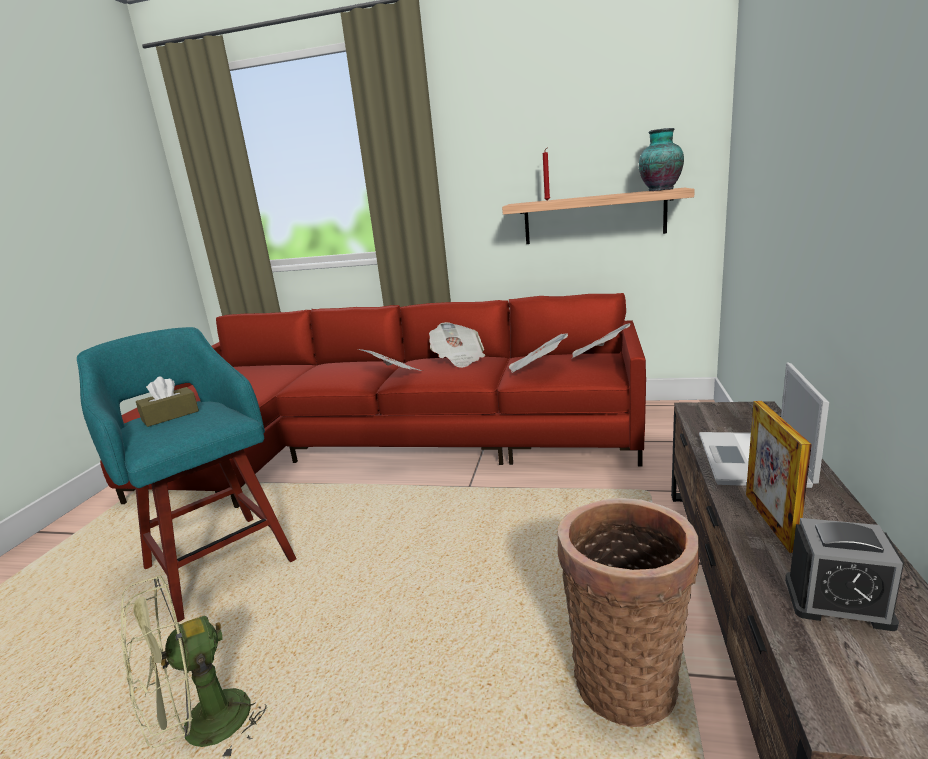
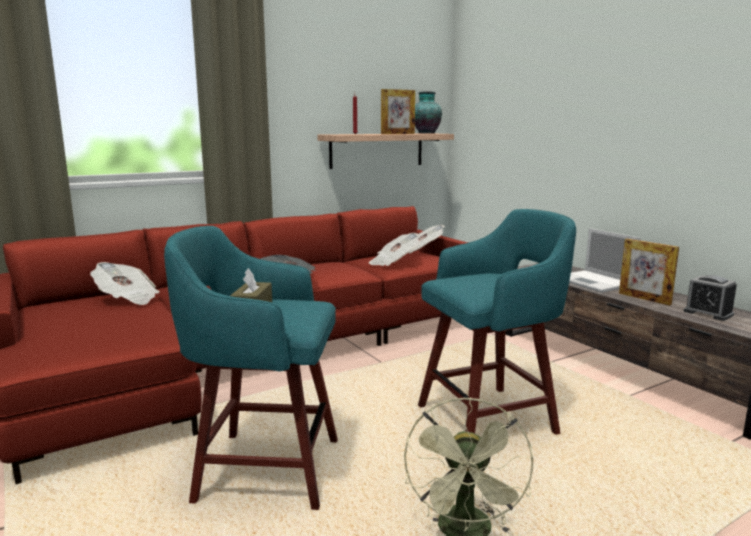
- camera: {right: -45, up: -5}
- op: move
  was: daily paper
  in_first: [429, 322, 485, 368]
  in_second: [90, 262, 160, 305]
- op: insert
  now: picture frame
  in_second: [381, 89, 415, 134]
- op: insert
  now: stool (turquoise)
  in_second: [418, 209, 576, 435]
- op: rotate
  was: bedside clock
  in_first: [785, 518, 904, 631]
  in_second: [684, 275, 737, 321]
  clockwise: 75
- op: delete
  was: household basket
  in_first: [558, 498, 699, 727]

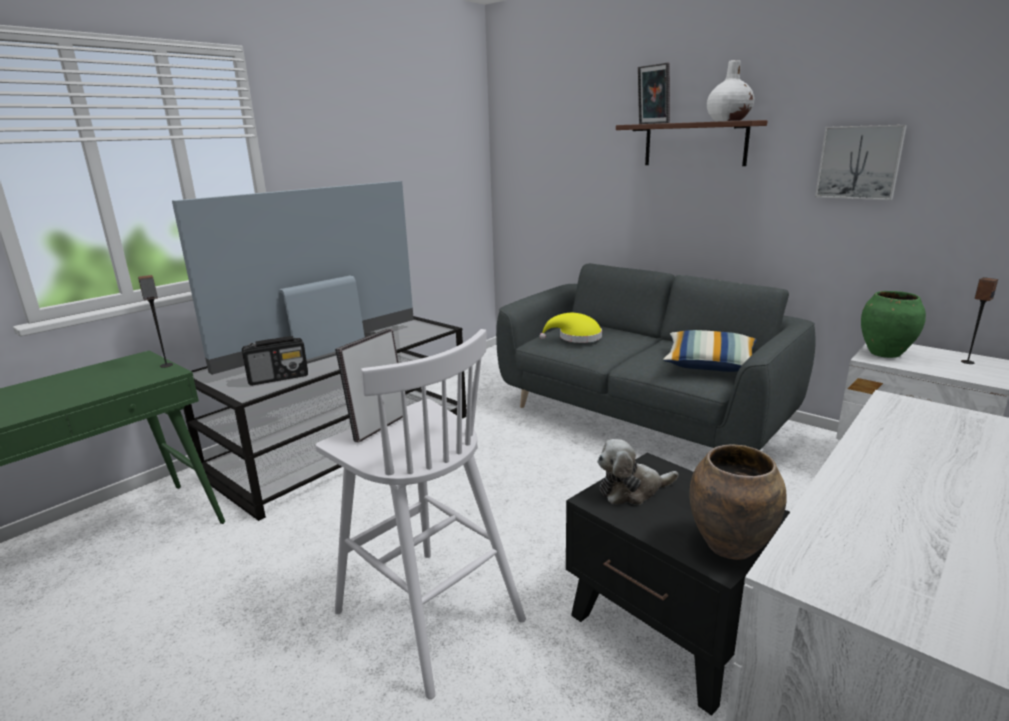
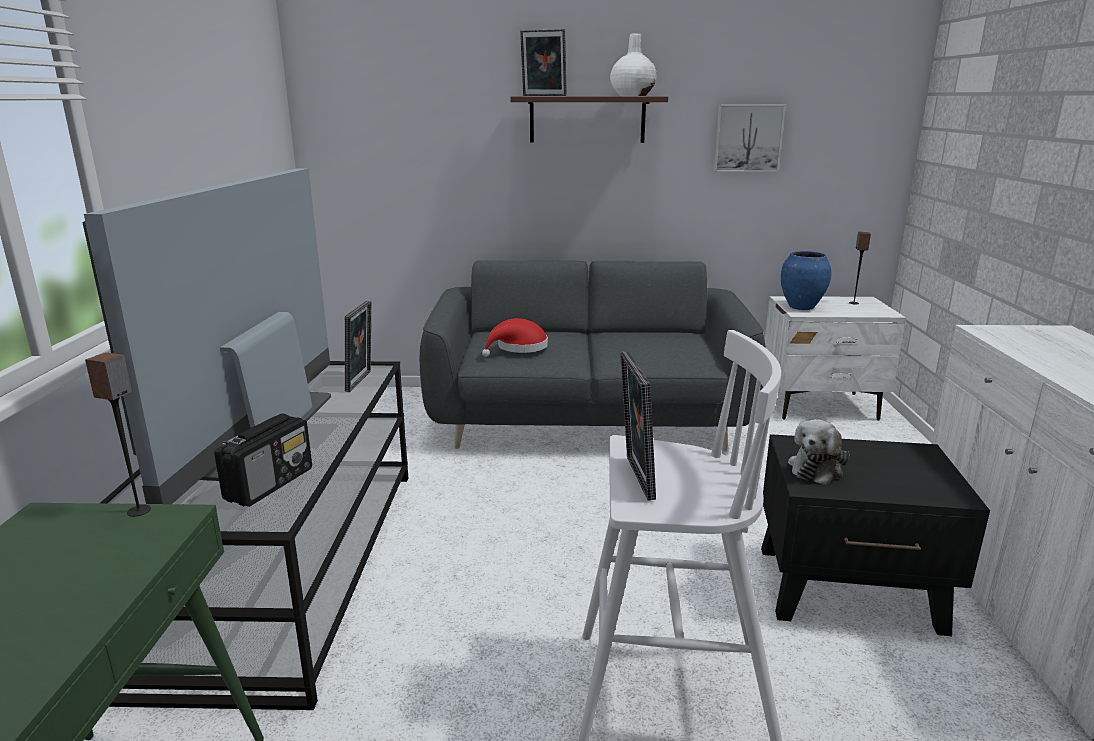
- camera: {right: -40, up: 0}
- op: insert
  now: picture frame
  in_second: [345, 301, 372, 392]
- op: recolor
  was: hat (yellow)
  now: hat (red-coloured)
  in_first: [540, 313, 602, 343]
  in_second: [482, 318, 548, 357]
- op: recolor
  was: decorative vase (green-coloured)
  now: decorative vase (blue-coloured)
  in_first: [861, 291, 926, 358]
  in_second: [781, 251, 831, 310]
- op: delete
  was: pillow
  in_first: [663, 330, 757, 372]
- op: delete
  was: decorative vase (brownish)
  in_first: [689, 445, 787, 560]

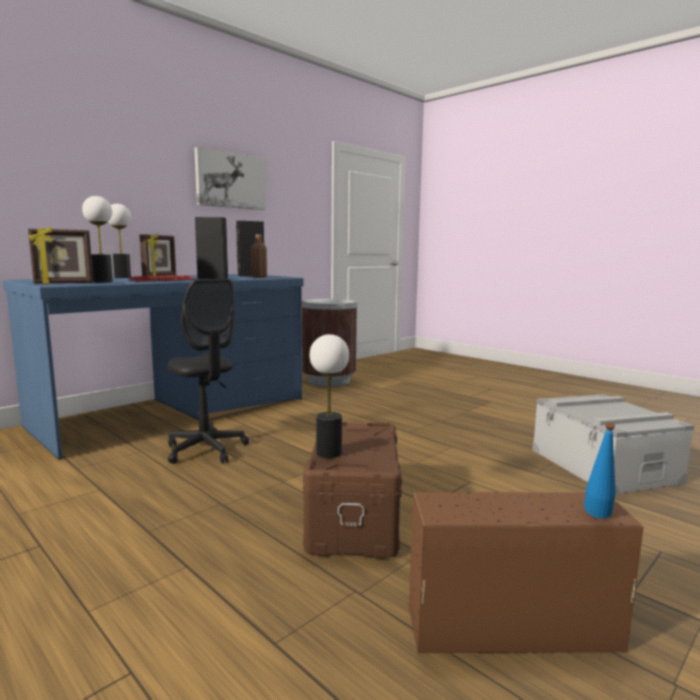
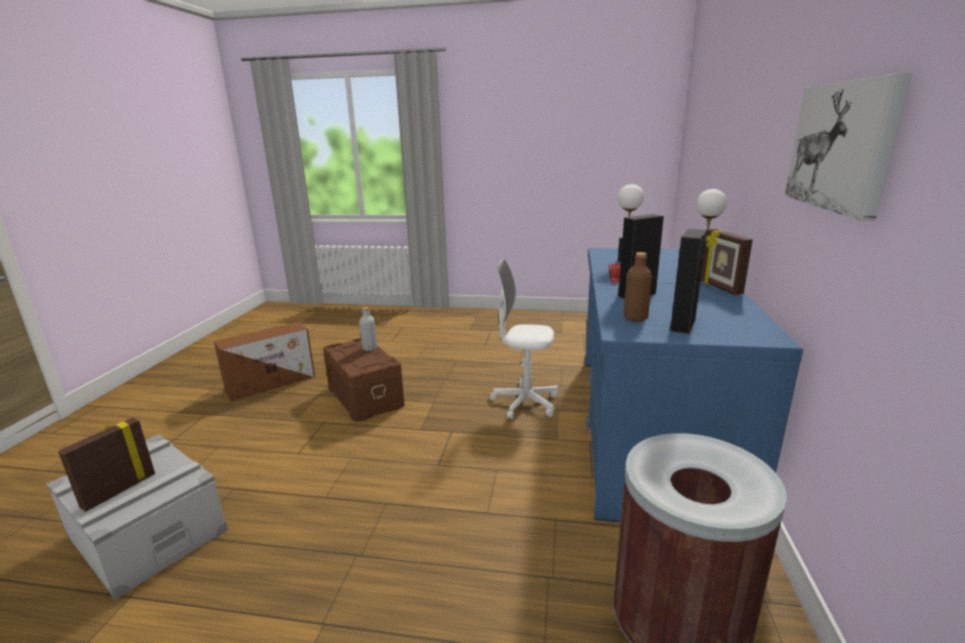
- camera: {right: 145, up: 10}
- op: move
  was: picture frame
  in_first: [28, 227, 93, 284]
  in_second: [58, 418, 155, 512]
- op: replace
  was: lamp for a table
  now: drink bottle (greyish)
  in_first: [310, 334, 349, 458]
  in_second: [359, 307, 378, 351]
- op: recolor
  was: office chair (blackish)
  now: office chair (white)
  in_first: [168, 279, 249, 464]
  in_second: [490, 259, 558, 419]
- op: delete
  was: drink bottle (blue-coloured)
  in_first: [584, 422, 616, 518]

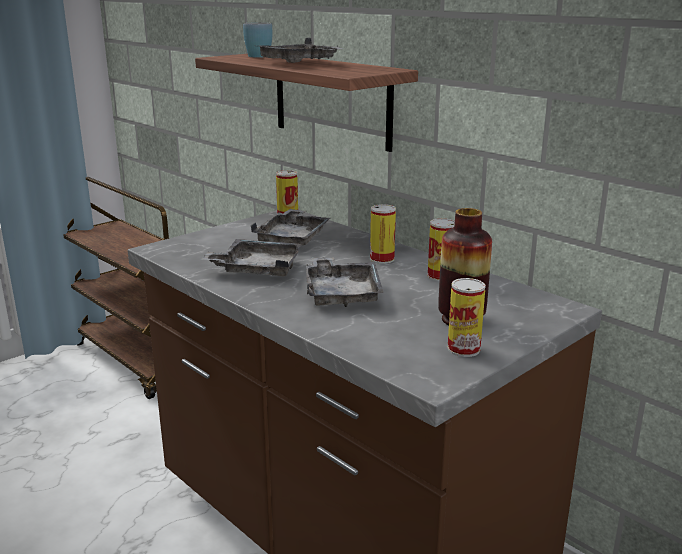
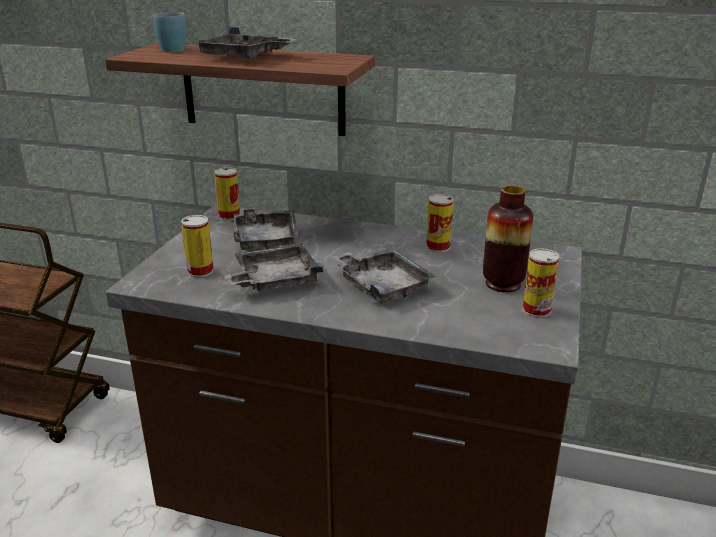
- camera: {right: -30, up: 5}
- op: move
  was: can
  in_first: [370, 204, 396, 264]
  in_second: [181, 215, 214, 277]

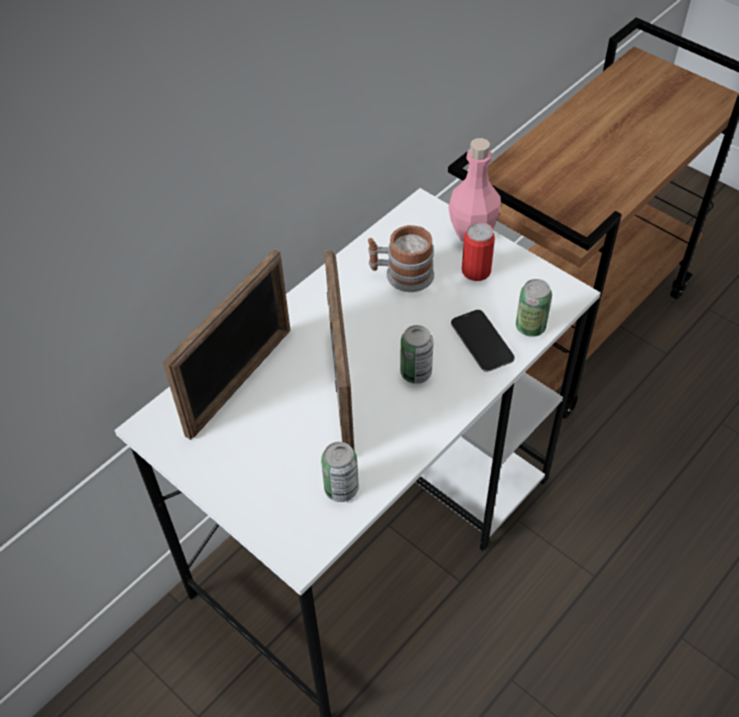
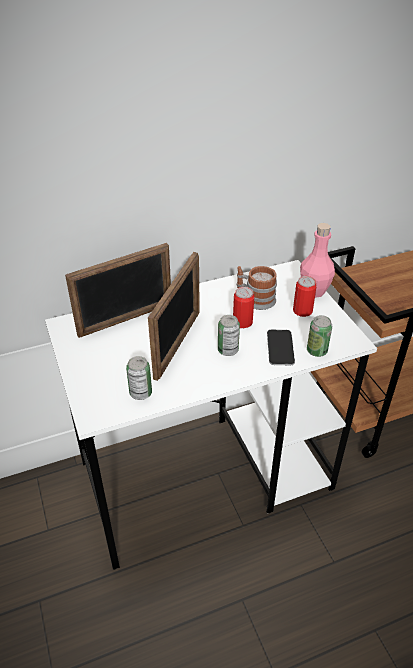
- camera: {right: 25, up: -10}
- op: insert
  now: can
  in_second: [233, 287, 254, 328]

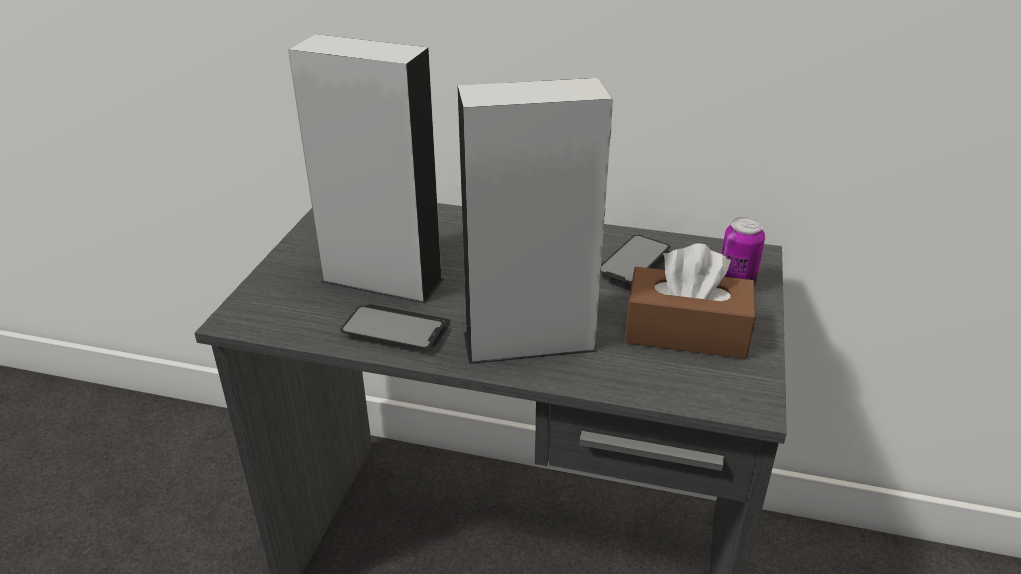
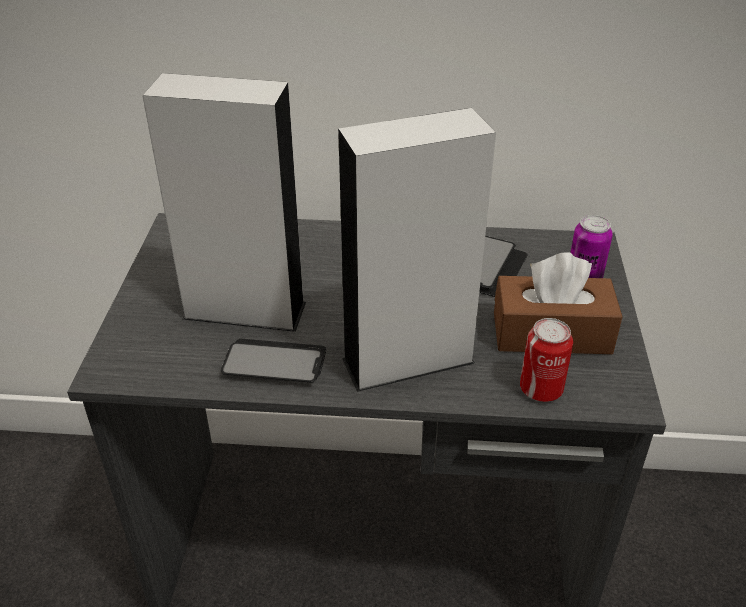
- camera: {right: -10, up: 5}
- op: insert
  now: can
  in_second: [520, 318, 573, 402]

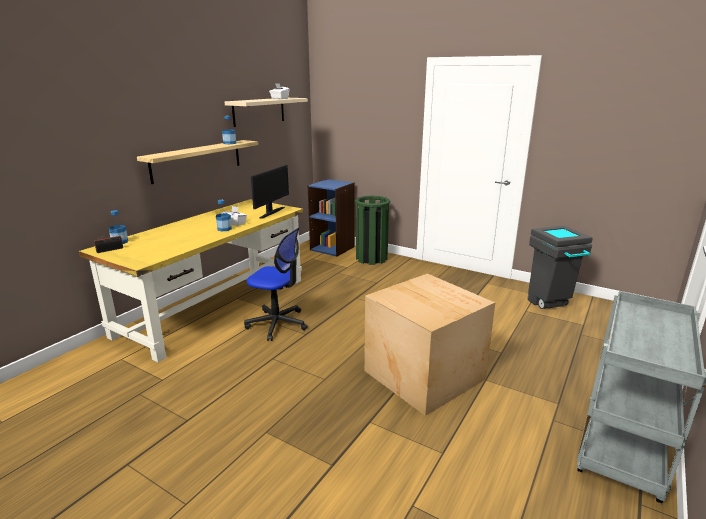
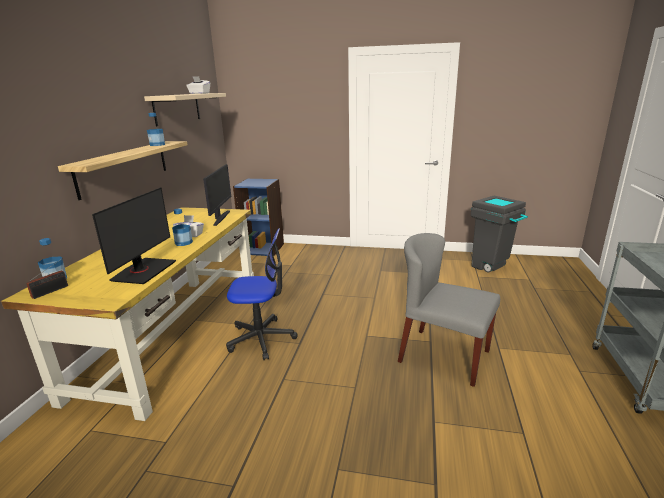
- camera: {right: -20, up: 0}
- op: insert
  now: computer display
  in_second: [92, 187, 176, 284]
- op: replace
  was: carton
  now: chair (greyish)
  in_first: [364, 273, 495, 416]
  in_second: [398, 233, 500, 387]
- op: delete
  was: waste bin (green-coloured)
  in_first: [355, 196, 390, 265]

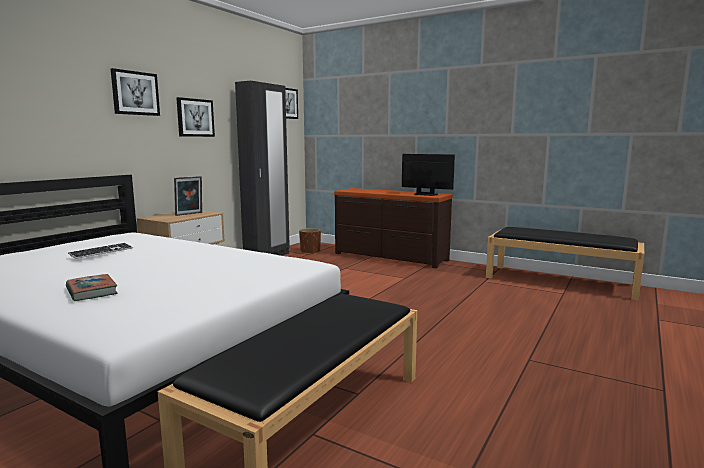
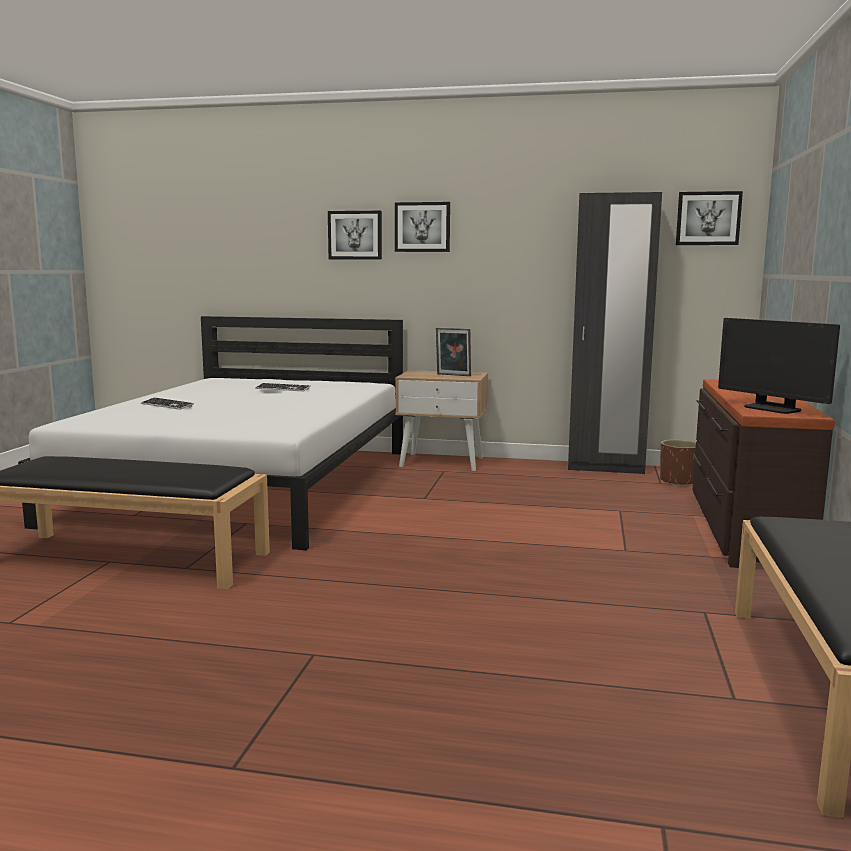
- camera: {right: 70, up: 0}
- op: replace
  was: volume
  now: PC keyboard
  in_first: [66, 274, 118, 301]
  in_second: [141, 397, 194, 410]
- op: move
  was: picture
  in_first: [176, 97, 215, 137]
  in_second: [328, 211, 382, 260]
- op: rotate
  was: computer display
  in_first: [402, 154, 455, 196]
  in_second: [718, 318, 840, 414]
  clockwise: 135

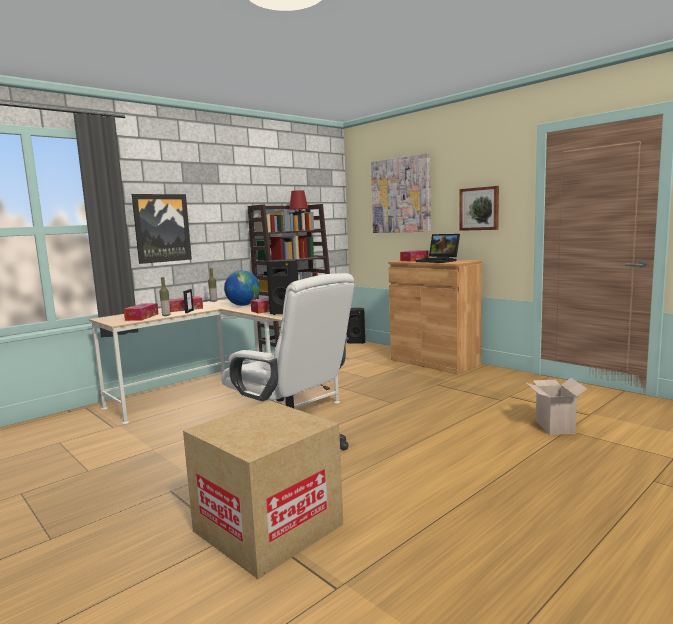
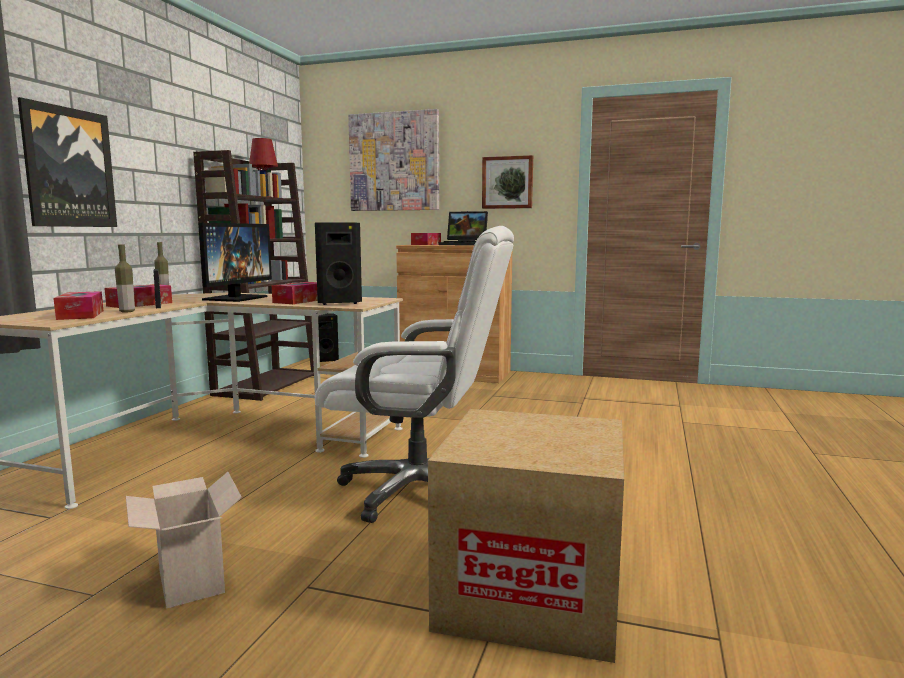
- camera: {right: -30, up: 0}
- op: move
  was: carton
  in_first: [525, 378, 587, 435]
  in_second: [126, 472, 242, 609]
- op: replace
  was: world globe
  now: computer display
  in_first: [224, 270, 260, 306]
  in_second: [198, 223, 272, 302]

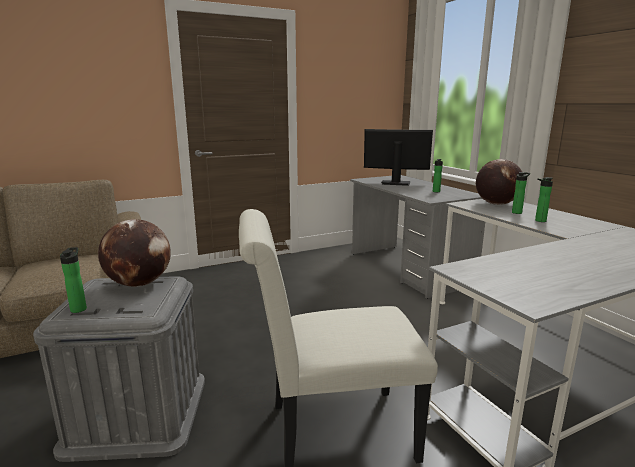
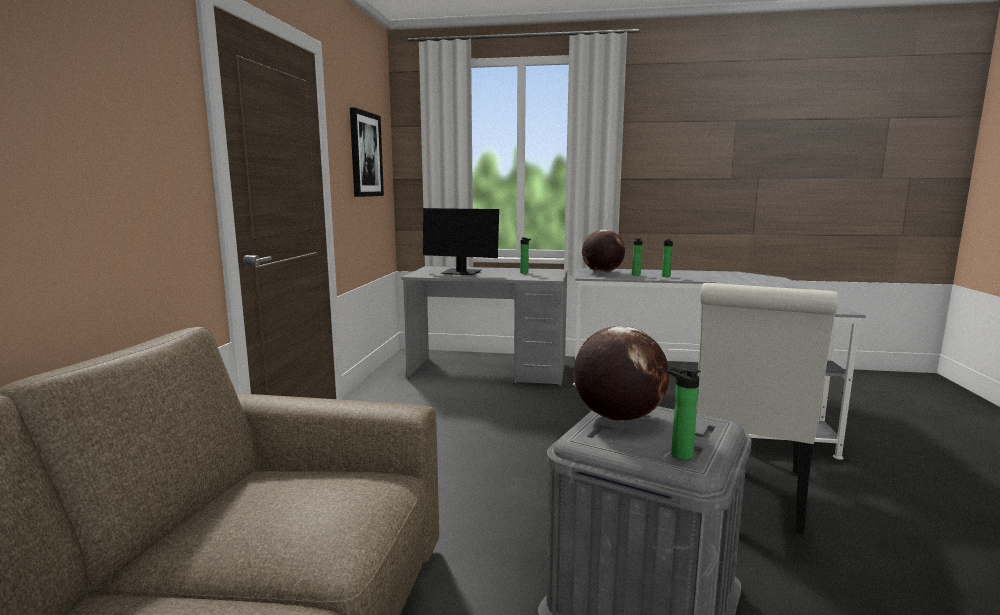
- camera: {right: -55, up: -5}
- op: insert
  now: picture
  in_second: [350, 107, 384, 197]
- op: rotate
  was: computer display
  in_first: [364, 129, 433, 186]
  in_second: [423, 208, 499, 275]
  clockwise: -120

